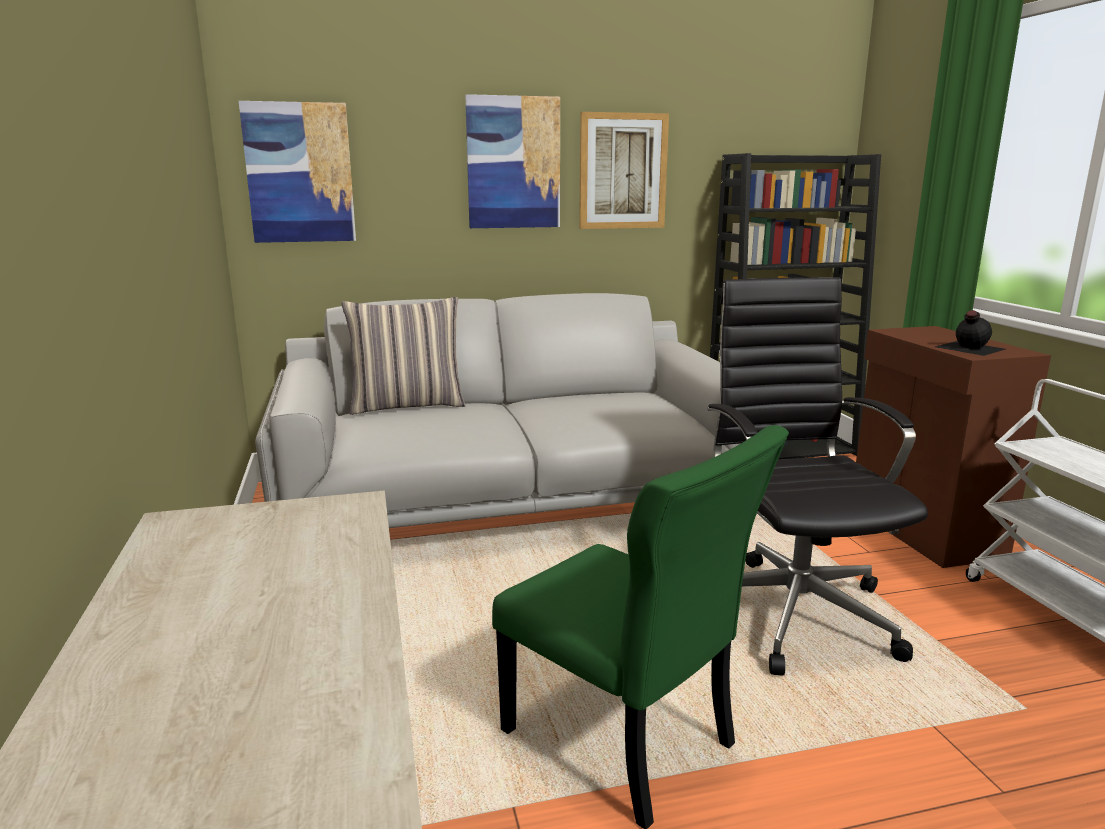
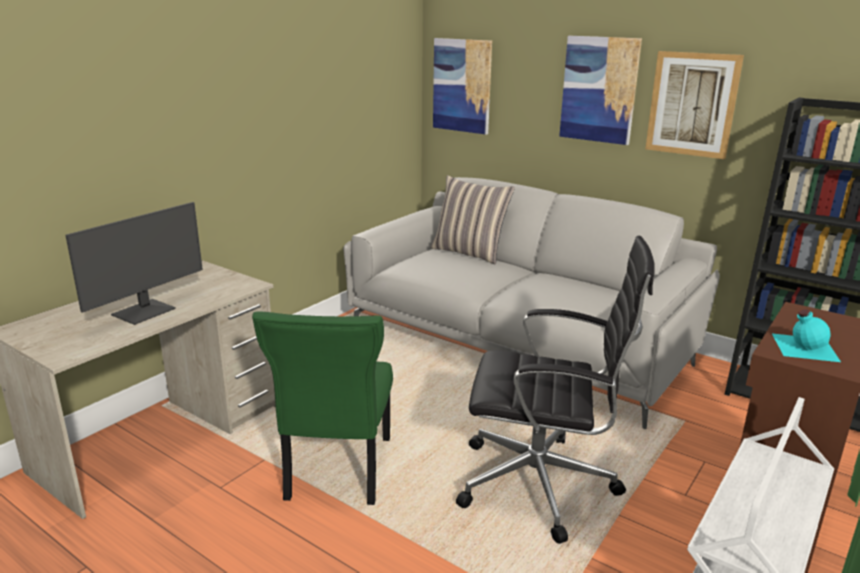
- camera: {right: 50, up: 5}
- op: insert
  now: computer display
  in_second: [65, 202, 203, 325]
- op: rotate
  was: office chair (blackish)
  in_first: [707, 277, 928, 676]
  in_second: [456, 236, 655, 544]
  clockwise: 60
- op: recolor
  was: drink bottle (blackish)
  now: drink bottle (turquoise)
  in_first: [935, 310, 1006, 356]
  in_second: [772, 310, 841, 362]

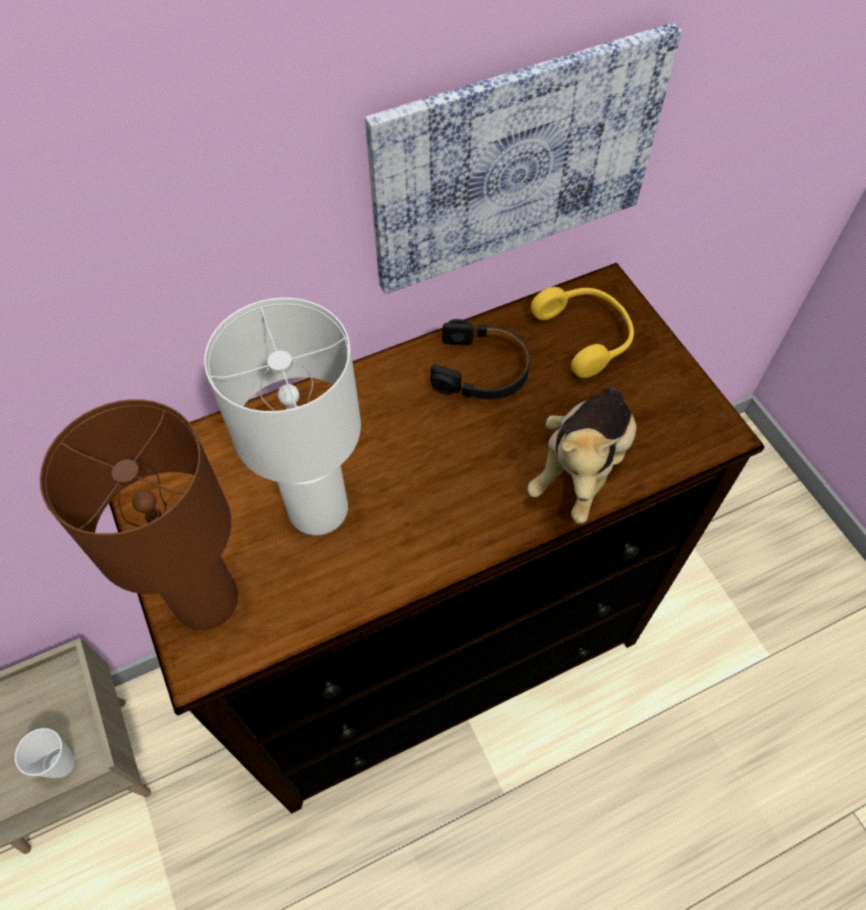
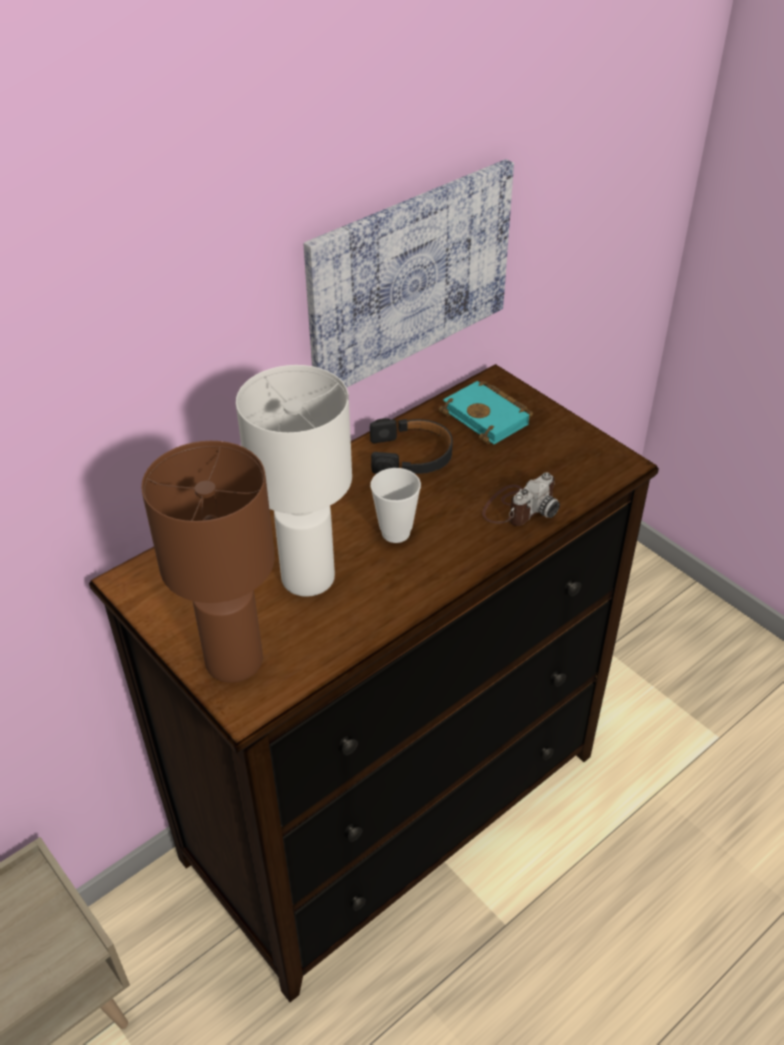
- camera: {right: -15, up: -15}
- op: move
  was: cup
  in_first: [15, 728, 75, 778]
  in_second: [370, 468, 421, 543]
- op: replace
  was: headset (yellow)
  now: volume (turquoise)
  in_first: [531, 287, 634, 378]
  in_second: [439, 381, 533, 444]
- op: replace
  was: cuddly toy
  now: photo camera
  in_first: [527, 386, 636, 524]
  in_second: [482, 472, 560, 526]

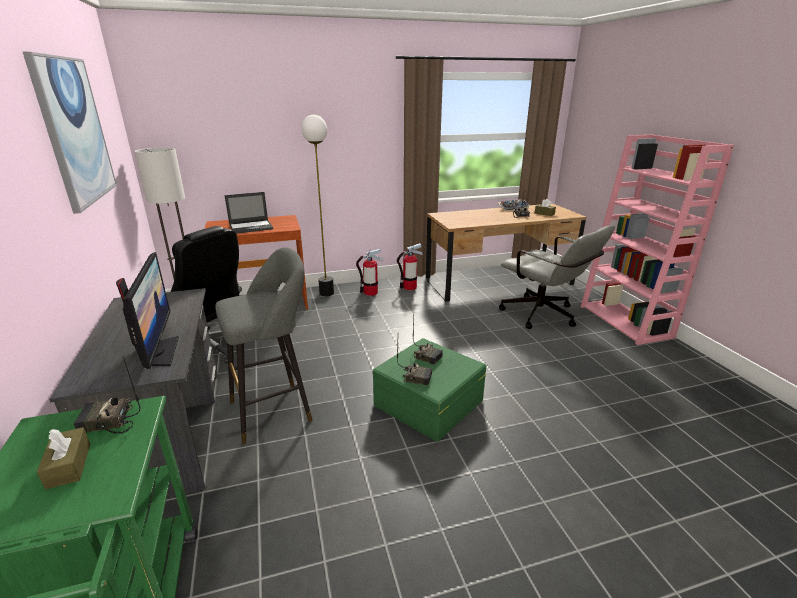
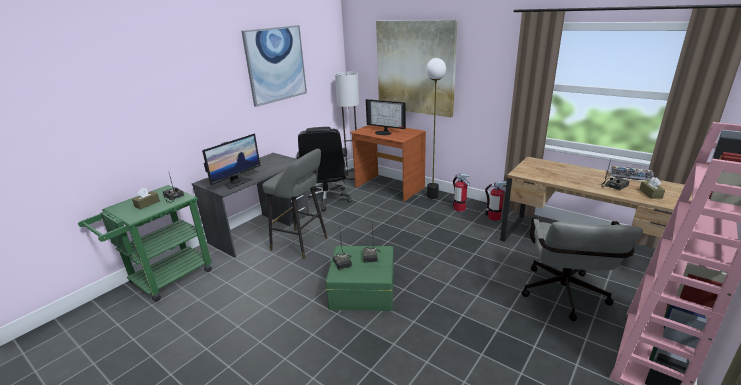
- camera: {right: 55, up: 0}
- op: replace
  was: laptop
  now: computer display
  in_first: [224, 192, 273, 234]
  in_second: [366, 99, 406, 135]
- op: insert
  now: picture
  in_second: [376, 20, 458, 117]

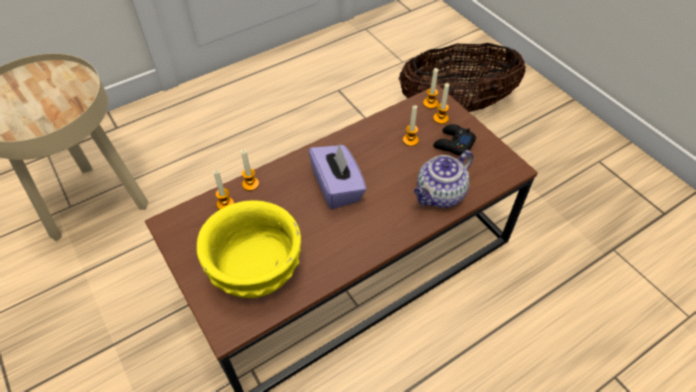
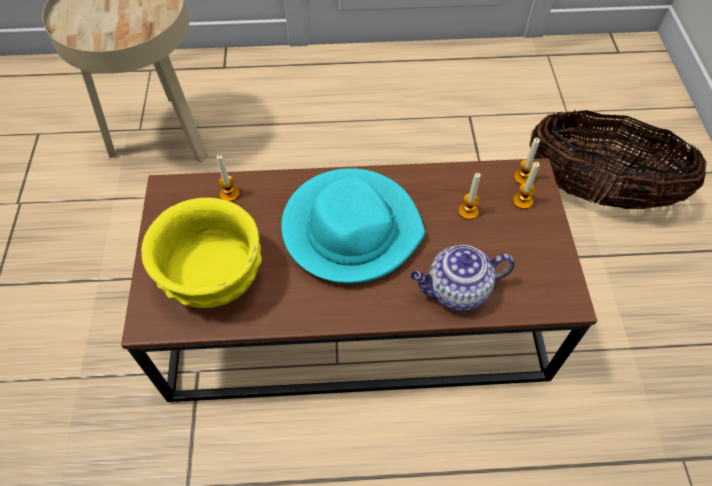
- camera: {right: 30, up: 5}
- op: replace
  was: box of tissues (purple)
  now: hat (turquoise)
  in_first: [309, 144, 367, 209]
  in_second: [281, 168, 425, 284]
- op: delete
  was: wax light
  in_first: [241, 149, 259, 191]
- op: delete
  was: joypad (blackish)
  in_first: [433, 124, 477, 156]

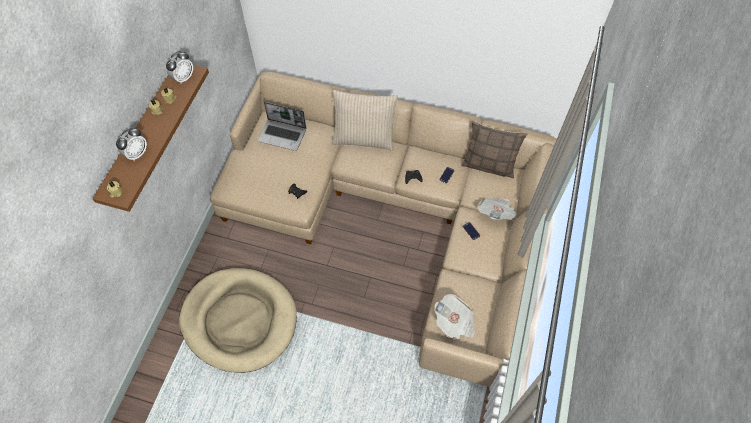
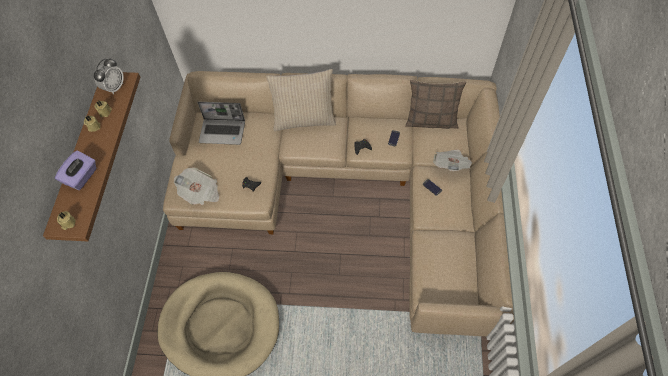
- camera: {right: -10, up: 0}
- op: replace
  was: bedside clock
  now: box of tissues (purple)
  in_first: [116, 128, 147, 161]
  in_second: [55, 151, 96, 190]
- op: move
  was: daily paper
  in_first: [434, 294, 475, 339]
  in_second: [174, 168, 219, 205]

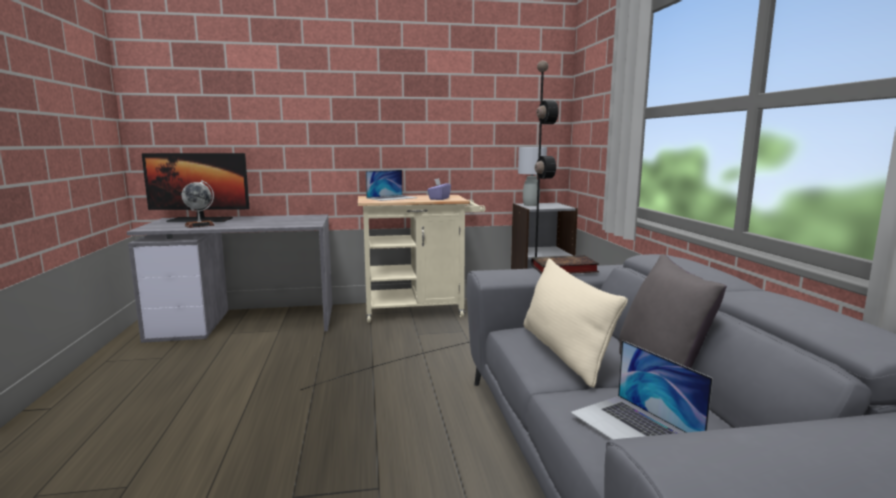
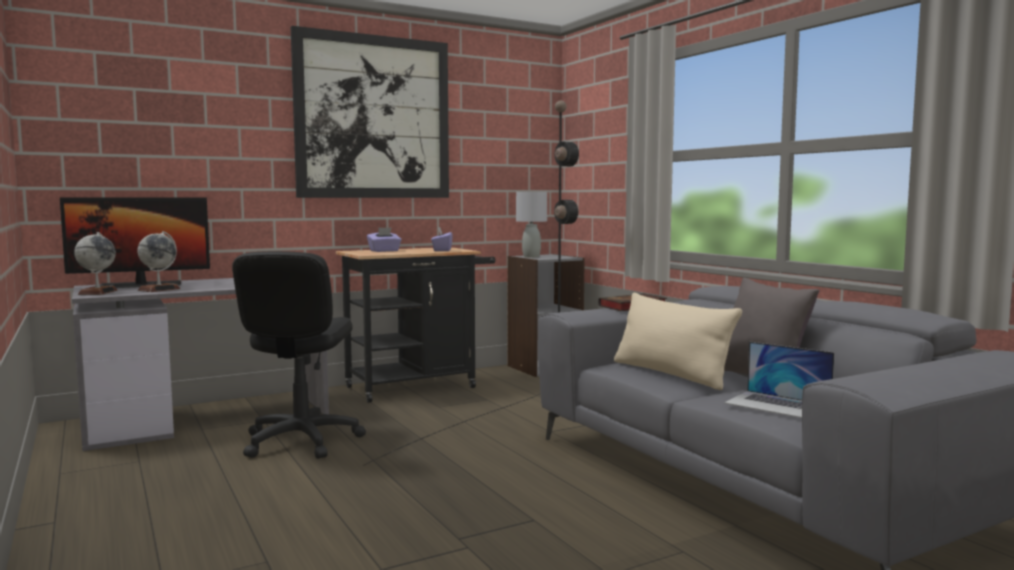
- camera: {right: -20, up: -5}
- op: insert
  now: world globe
  in_second: [74, 232, 118, 295]
- op: insert
  now: office chair (blackish)
  in_second: [232, 251, 366, 459]
- op: insert
  now: picture
  in_second: [291, 26, 449, 198]
- op: recolor
  was: cart (beige)
  now: cart (blackish)
  in_first: [358, 195, 485, 323]
  in_second: [336, 247, 495, 403]
- op: replace
  was: laptop
  now: box of tissues (purple)
  in_first: [366, 170, 417, 201]
  in_second: [367, 227, 401, 252]

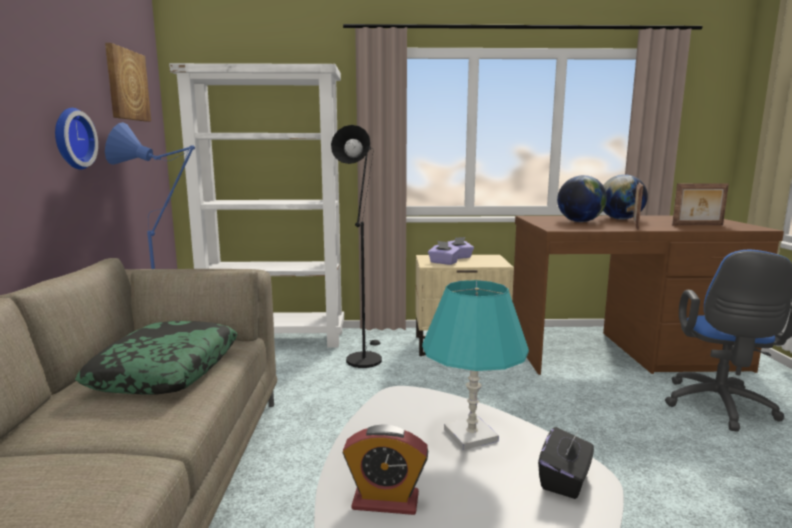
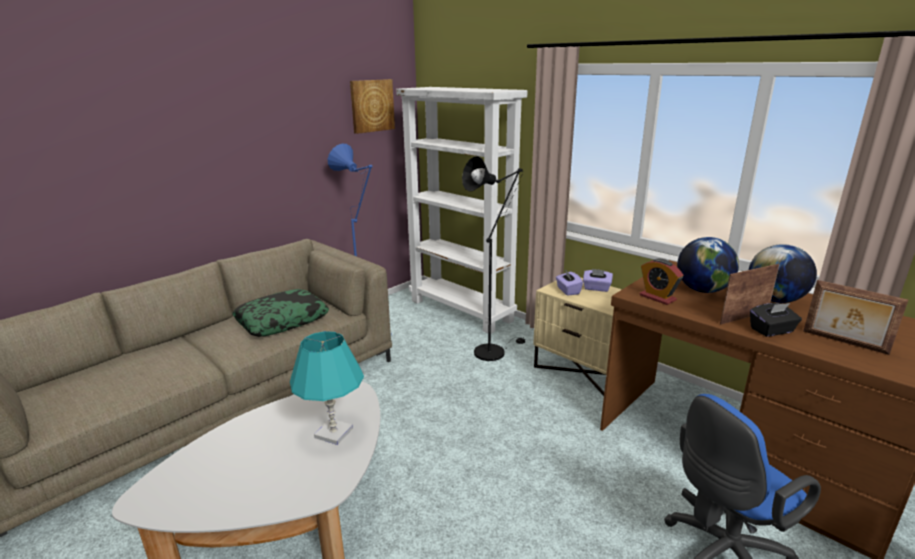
- camera: {right: 45, up: 10}
- op: move
  was: bedside clock
  in_first: [342, 424, 428, 515]
  in_second: [640, 259, 683, 305]
- op: move
  was: box of tissues (blackish)
  in_first: [538, 427, 594, 499]
  in_second: [750, 303, 802, 337]
- op: delete
  was: clock on the wall
  in_first: [55, 108, 98, 170]

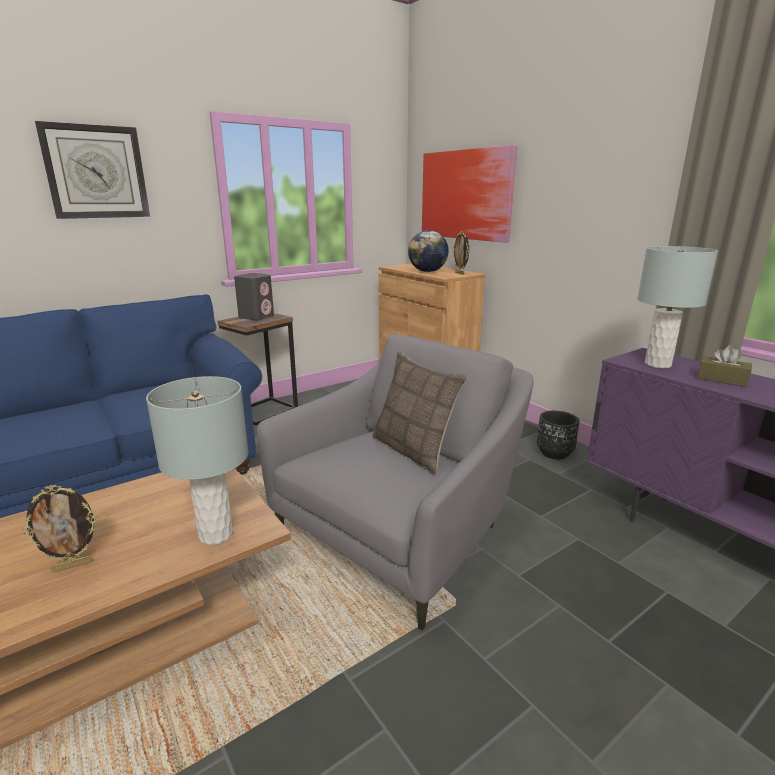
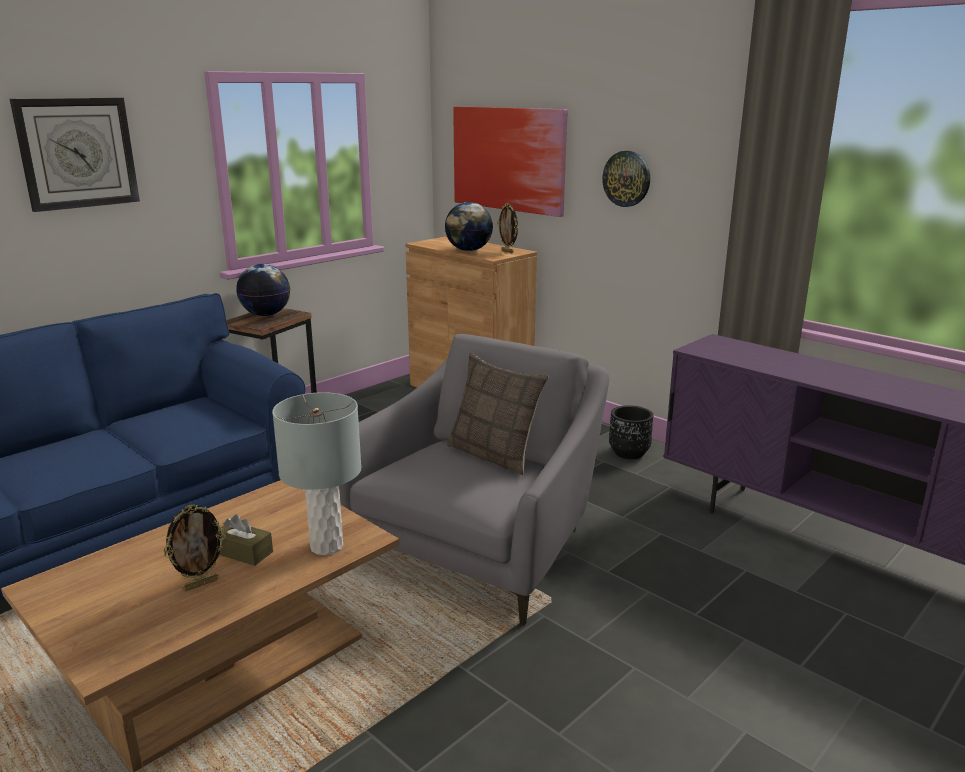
- camera: {right: -10, up: 0}
- op: move
  was: box of tissues (brownish)
  in_first: [697, 345, 752, 387]
  in_second: [219, 514, 273, 566]
- op: replace
  was: audio speaker (greyish)
  now: world globe
  in_first: [234, 273, 274, 321]
  in_second: [236, 264, 290, 316]
- op: insert
  now: clock on the wall
  in_second: [602, 151, 650, 207]
- op: delete
  was: lamp for a table (greyish)
  in_first: [637, 246, 718, 368]

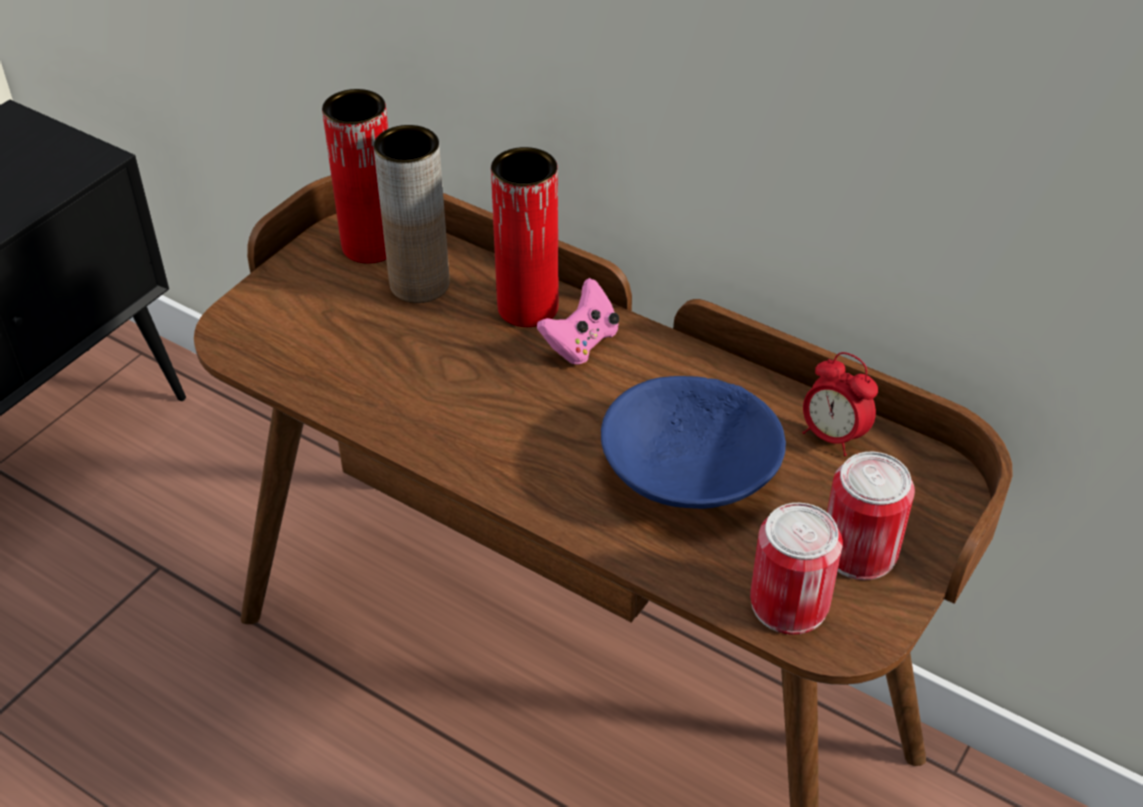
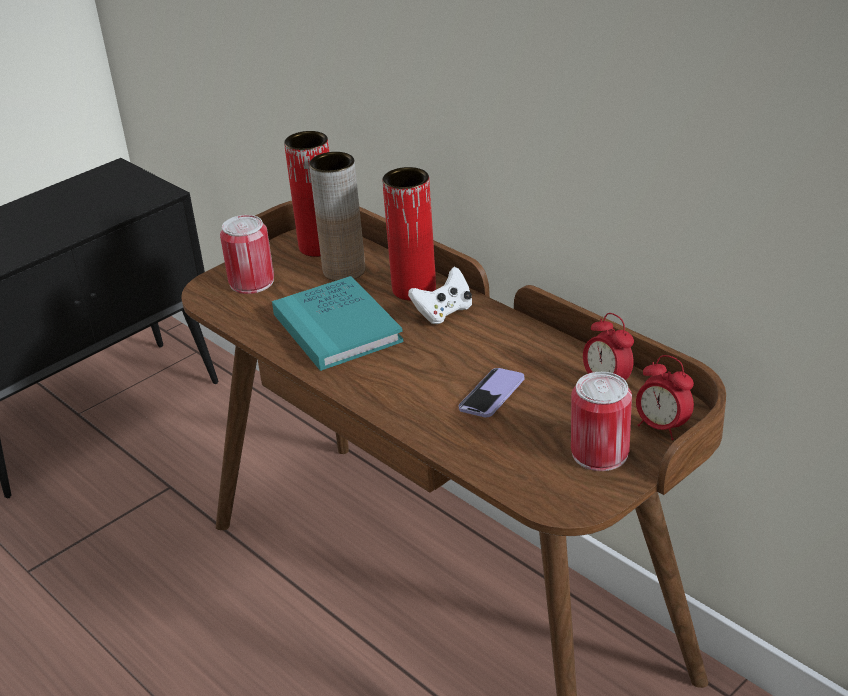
- camera: {right: 15, up: -10}
- op: move
  was: can
  in_first: [750, 503, 843, 635]
  in_second: [220, 215, 274, 294]
- op: insert
  now: volume (turquoise)
  in_second: [272, 276, 403, 371]
- op: recolor
  was: joypad (pink-coloured)
  now: joypad (white)
  in_first: [537, 278, 619, 365]
  in_second: [408, 267, 472, 324]
- op: replace
  was: bowl (blue-coloured)
  now: handset
  in_first: [601, 376, 786, 509]
  in_second: [459, 368, 525, 417]
- op: insert
  now: bedside clock
  in_second: [636, 355, 694, 440]

